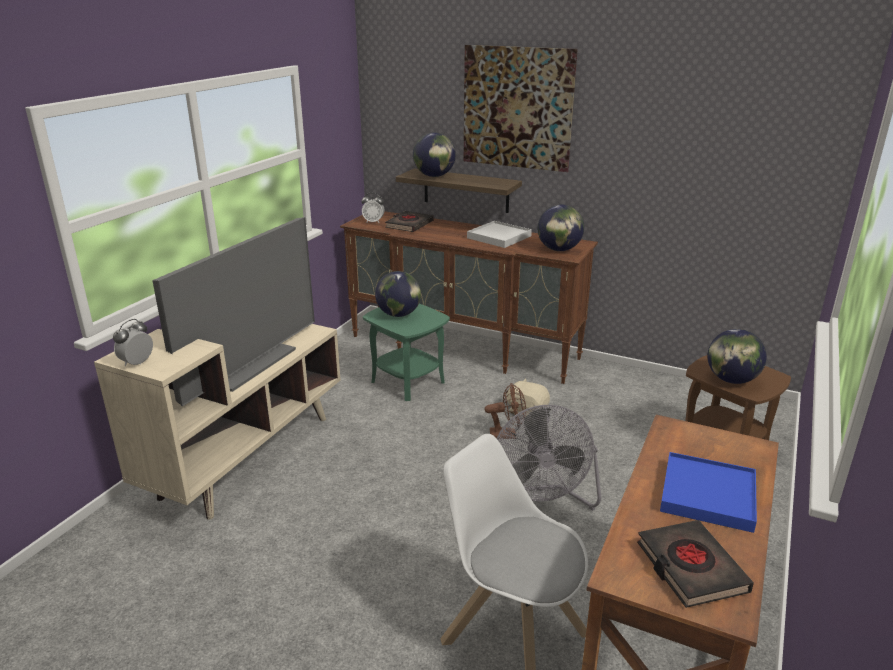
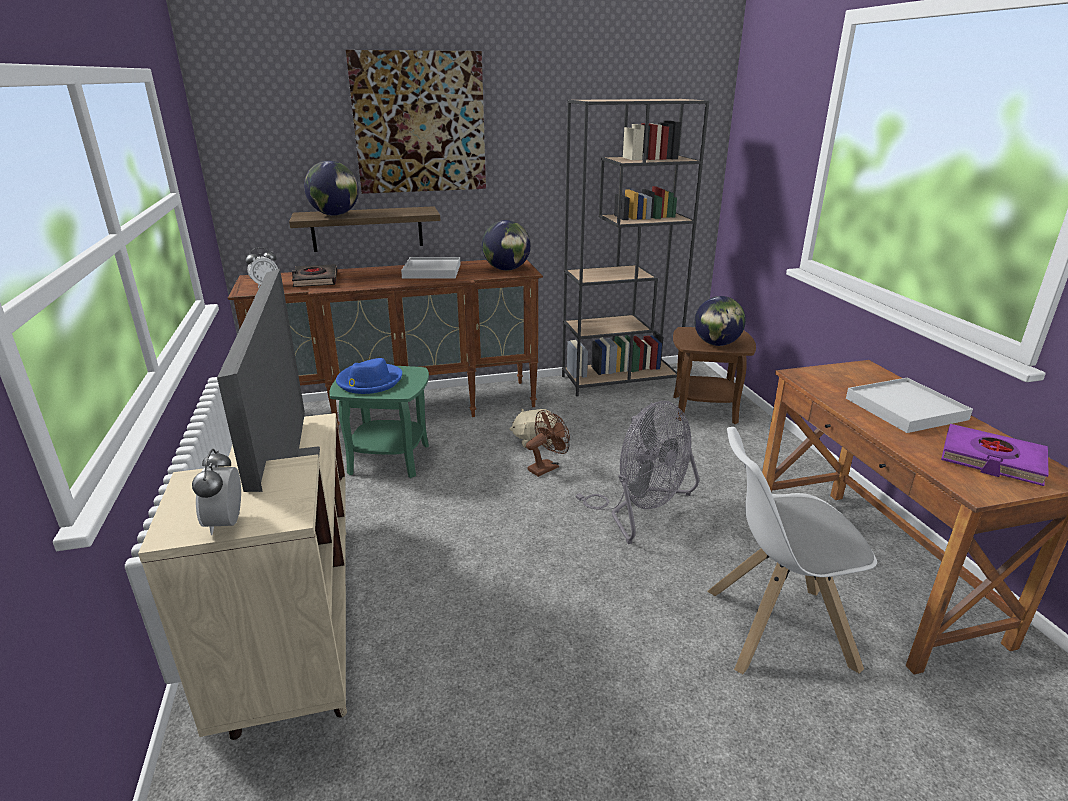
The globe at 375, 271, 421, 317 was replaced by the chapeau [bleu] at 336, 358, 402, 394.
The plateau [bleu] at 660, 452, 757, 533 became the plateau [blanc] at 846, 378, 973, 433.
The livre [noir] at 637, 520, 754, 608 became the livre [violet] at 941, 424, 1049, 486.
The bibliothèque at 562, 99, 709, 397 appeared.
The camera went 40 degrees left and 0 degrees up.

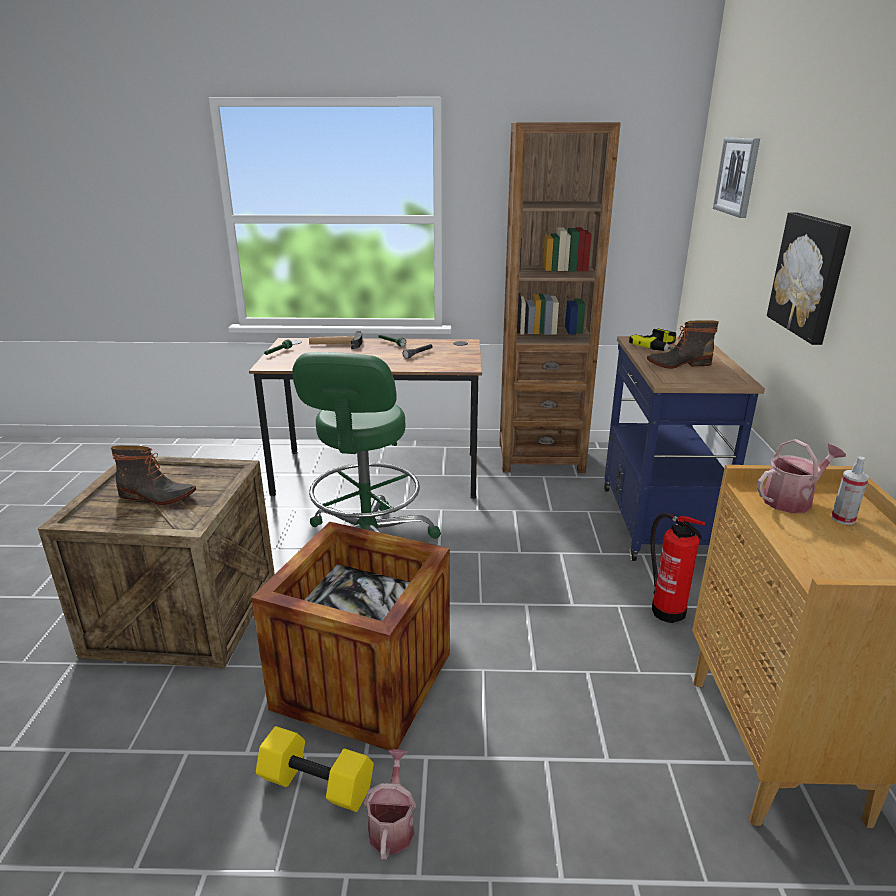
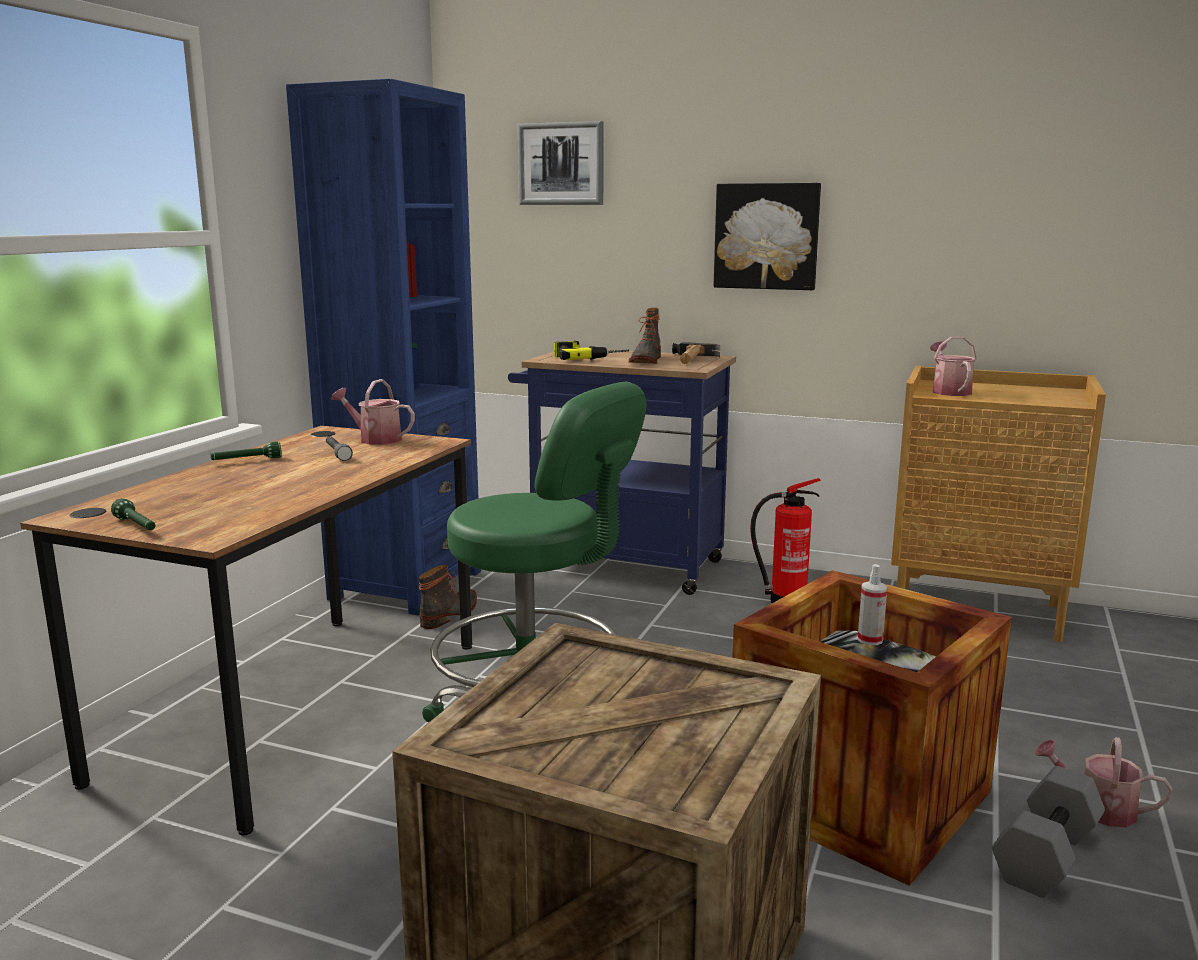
The bibliothèque [marron] at 500, 122, 621, 473 became the bibliothèque [bleu] at 286, 79, 481, 616.
The marteau moved from 309, 331, 363, 349 to 672, 342, 720, 364.
The botte moved from 111, 445, 196, 505 to 419, 565, 477, 629.
The vaporisateur moved from 831, 457, 869, 525 to 858, 564, 888, 645.
The haltère [jaune] at 256, 726, 374, 812 became the haltère [gris] at 992, 766, 1105, 898.
The arrosoir at 331, 379, 415, 445 appeared.
The camera went 70 degrees left and 10 degrees down.

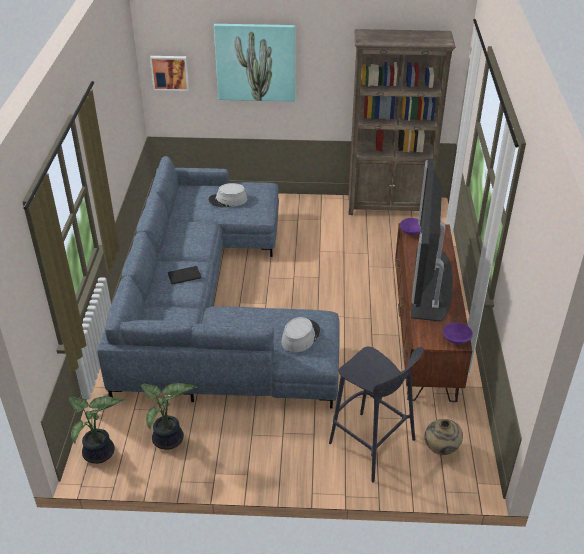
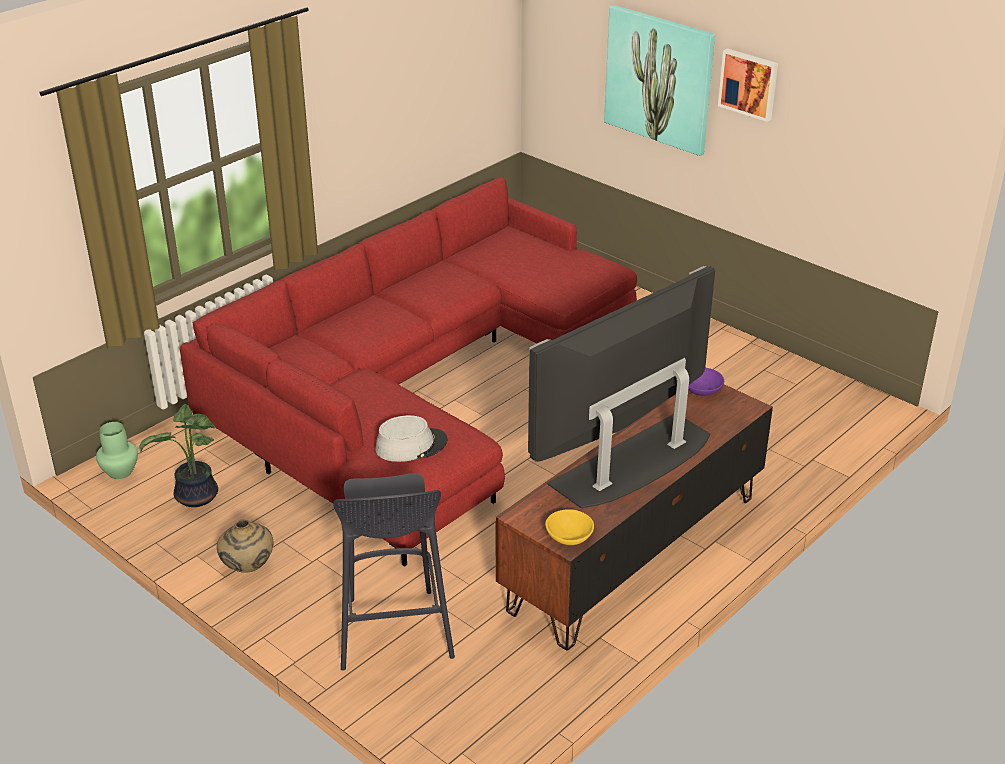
The bibliothèque [marron] at 348, 29, 456, 215 disappeared.
The tableau moved from 150, 56, 189, 91 to 718, 48, 778, 122.
The canapé [bleu] at 97, 156, 340, 408 became the canapé [rouge] at 180, 177, 637, 567.
The chapeau [gris] at 208, 183, 247, 207 disappeared.
The livre [noir] at 168, 266, 202, 284 disappeared.
The bol [violet] at 443, 322, 473, 344 became the bol [jaune] at 545, 509, 594, 545.
The plante en pot at 69, 396, 125, 464 was replaced by the vase [vert] at 96, 422, 138, 479.
The vase [beige] moved from 425, 419, 463, 455 to 217, 520, 273, 573.
The camera went 40 degrees right and 5 degrees down.

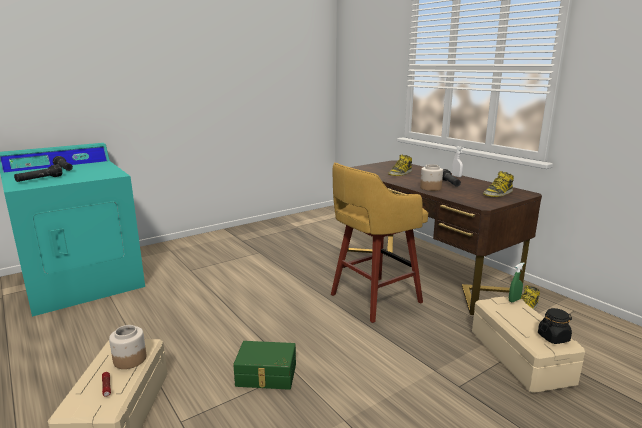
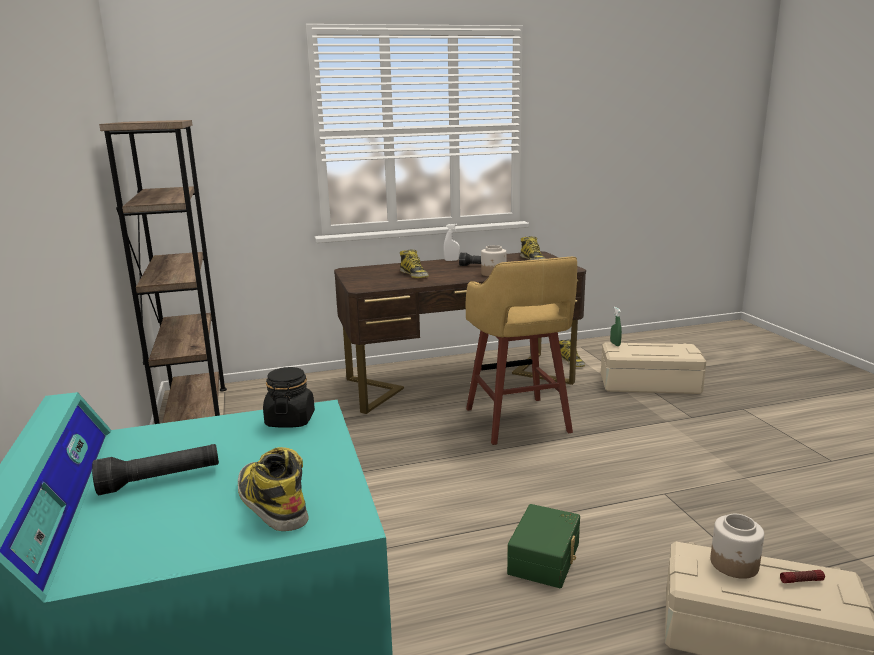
The lampe de poche [noir] at 14, 164, 62, 182 was replaced by the botte at 238, 447, 309, 531.
The bocal [noir] moved from 538, 308, 572, 344 to 263, 367, 315, 428.
The boîte de rangement [vert] moved from 233, 341, 296, 390 to 507, 504, 580, 588.
The bibliothèque [marron] at 99, 120, 227, 424 appeared.
The camera went 70 degrees left and 0 degrees up.

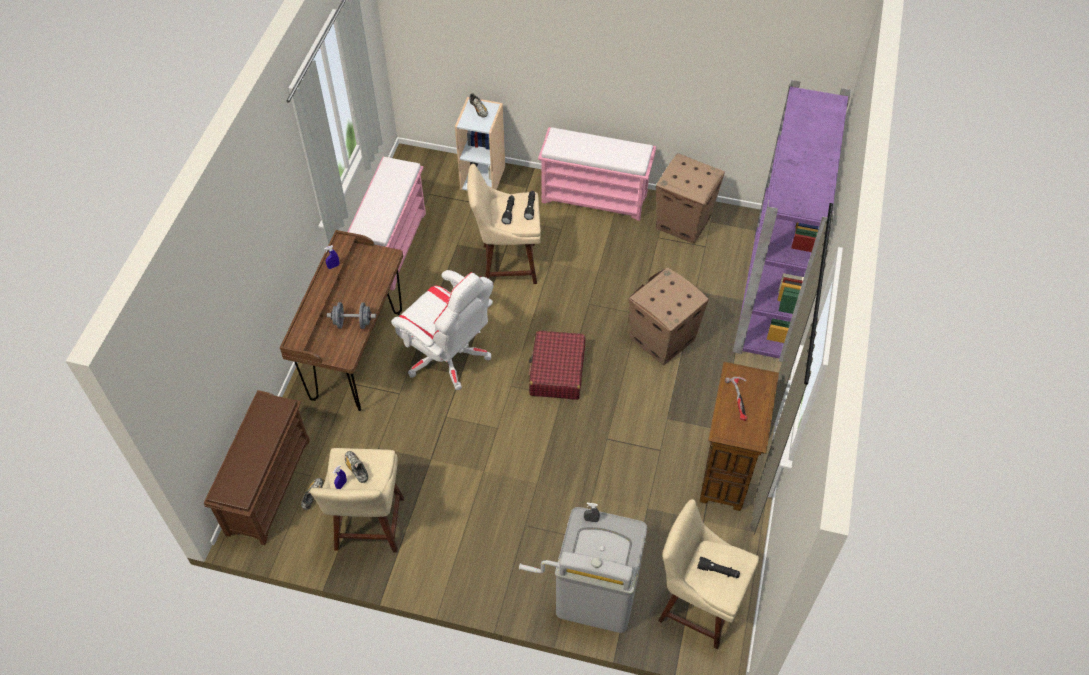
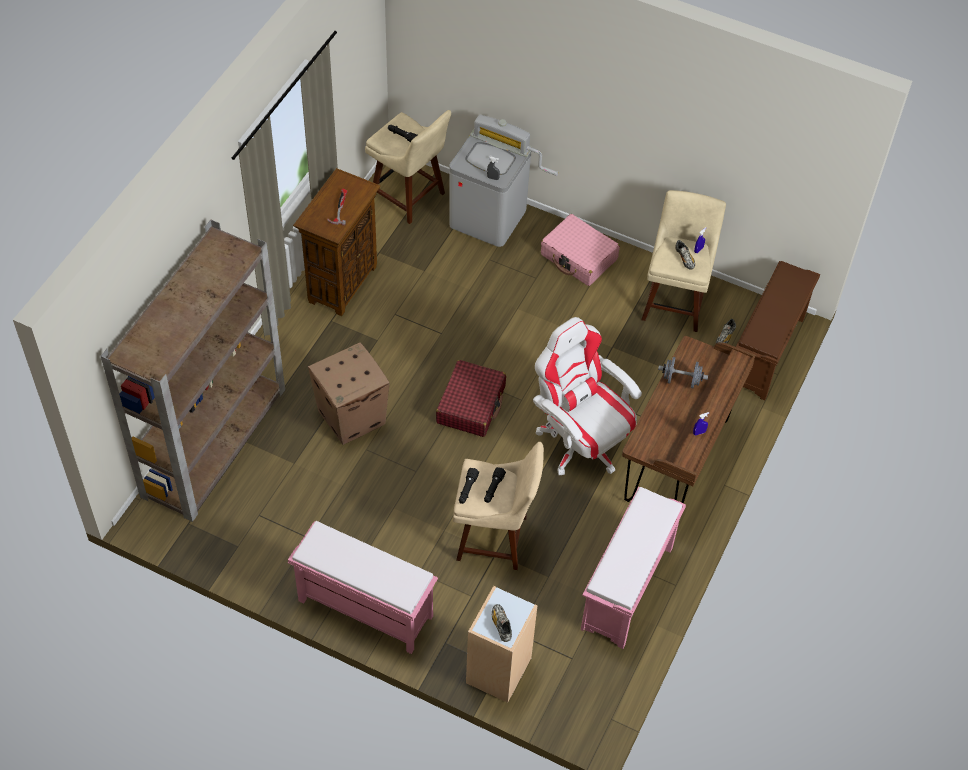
The bibliothèque [violet] at 733, 80, 851, 362 became the bibliothèque [marron] at 101, 219, 285, 522.
The carton at 656, 153, 725, 244 disappeared.
The valise [rose] at 541, 214, 620, 286 appeared.
The camera went 170 degrees left and 0 degrees up.

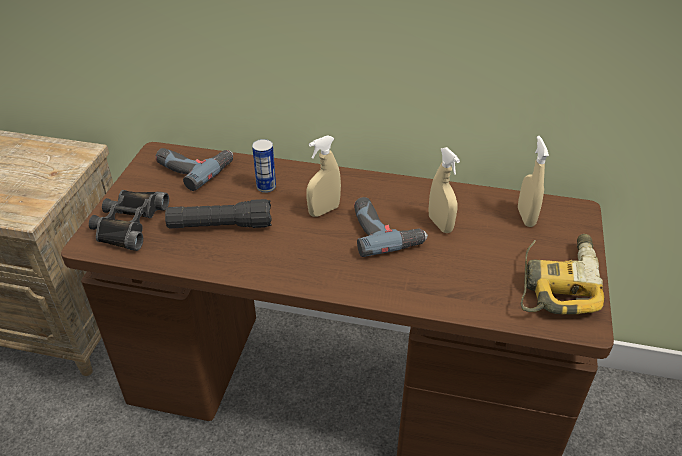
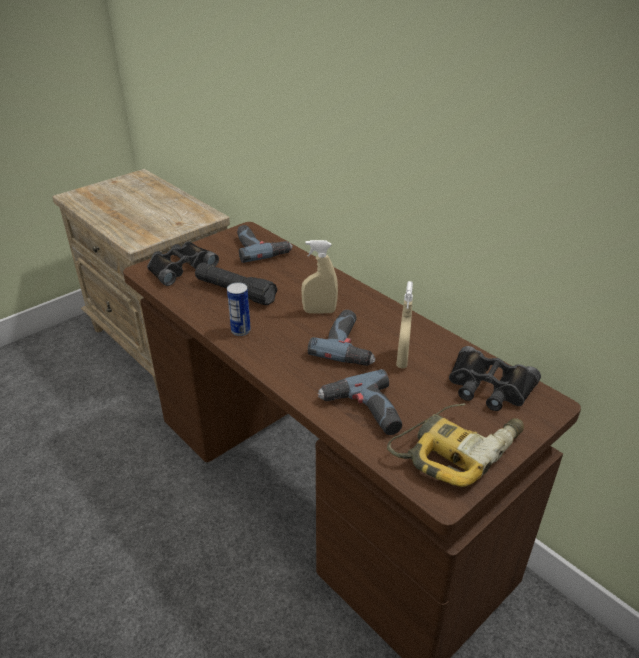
The vaporisateur [beige] at 518, 136, 549, 227 was replaced by the jumelles [noir] at 449, 346, 541, 411.
The boîte métallique moved from 252, 139, 276, 193 to 227, 282, 251, 336.
The perceuse at 317, 369, 402, 435 appeared.
The camera went 35 degrees right and 5 degrees down.

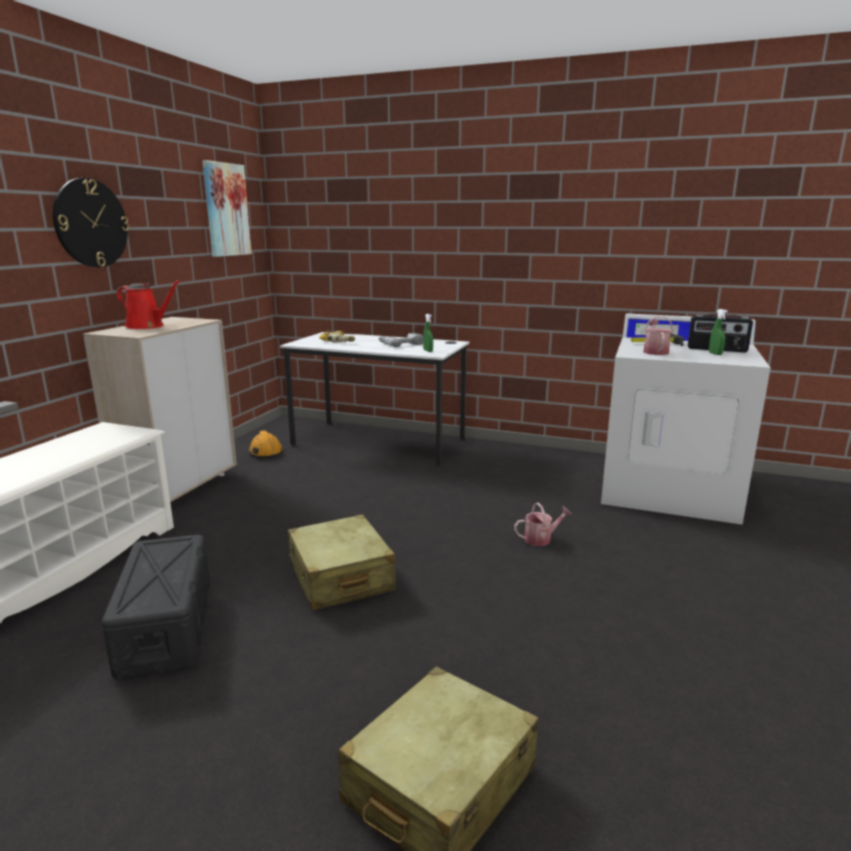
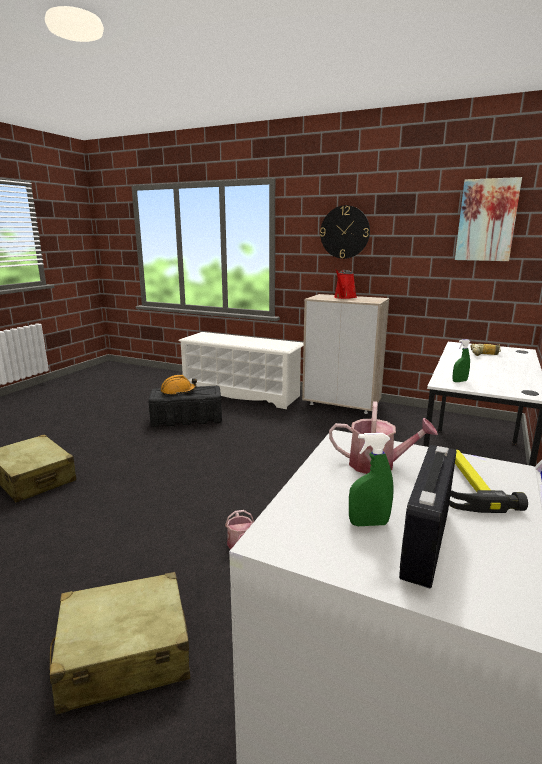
The perceuse at 378, 333, 423, 347 disappeared.
The casque de chantier [orange] moved from 248, 431, 283, 459 to 161, 375, 197, 395.
The valise [beige] moved from 288, 514, 396, 611 to 50, 572, 190, 715.
The camera went 95 degrees right and 0 degrees up.

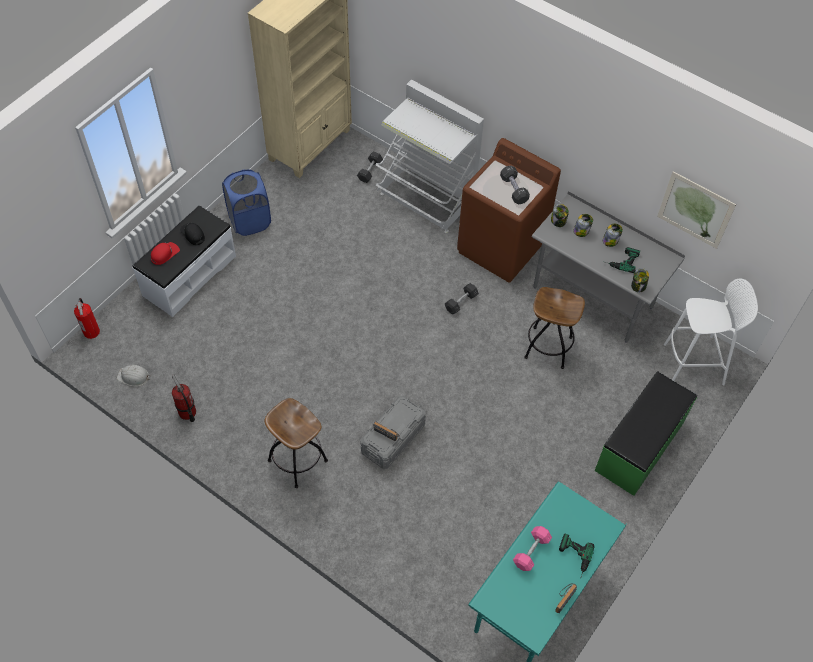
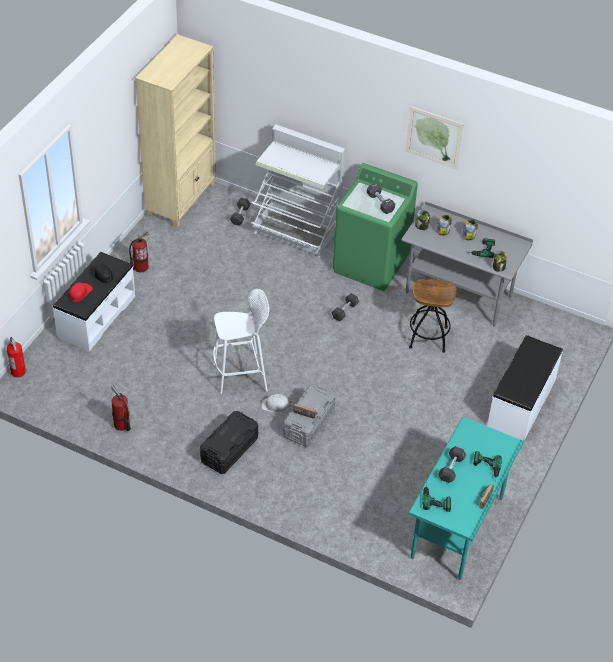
The lave-linge [marron] at 457, 138, 561, 283 became the lave-linge [vert] at 333, 163, 418, 291.
The panier à linge [bleu] at 222, 170, 271, 236 was replaced by the extincteur at 129, 230, 149, 273.
The tableau moved from 657, 171, 736, 249 to 406, 106, 464, 169.
The tabouret [blanc] moved from 664, 278, 758, 386 to 213, 289, 269, 394.
The casque de chantier [blanc] moved from 117, 365, 150, 387 to 261, 394, 292, 413.
The banc [vert] at 595, 371, 697, 496 became the banc [blanc] at 487, 335, 563, 441.
The tabouret [marron] at 265, 398, 328, 488 was replaced by the boîte de rangement [noir] at 200, 411, 258, 474.
The haltère [rose] at 513, 526, 552, 571 became the haltère [gris] at 438, 446, 466, 483.
The perceuse at 422, 482, 451, 512 appeared.
The camera went 10 degrees left and 10 degrees down.

